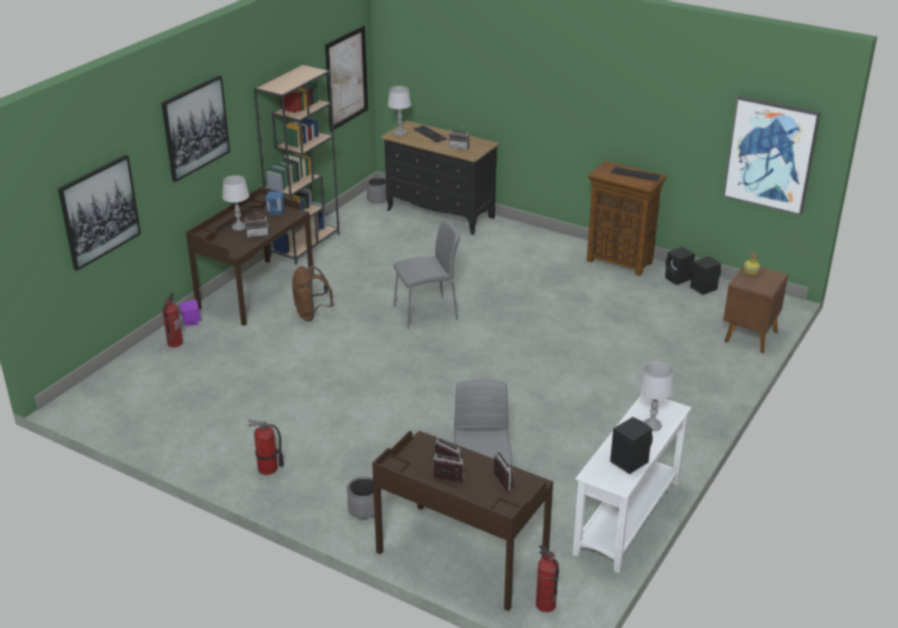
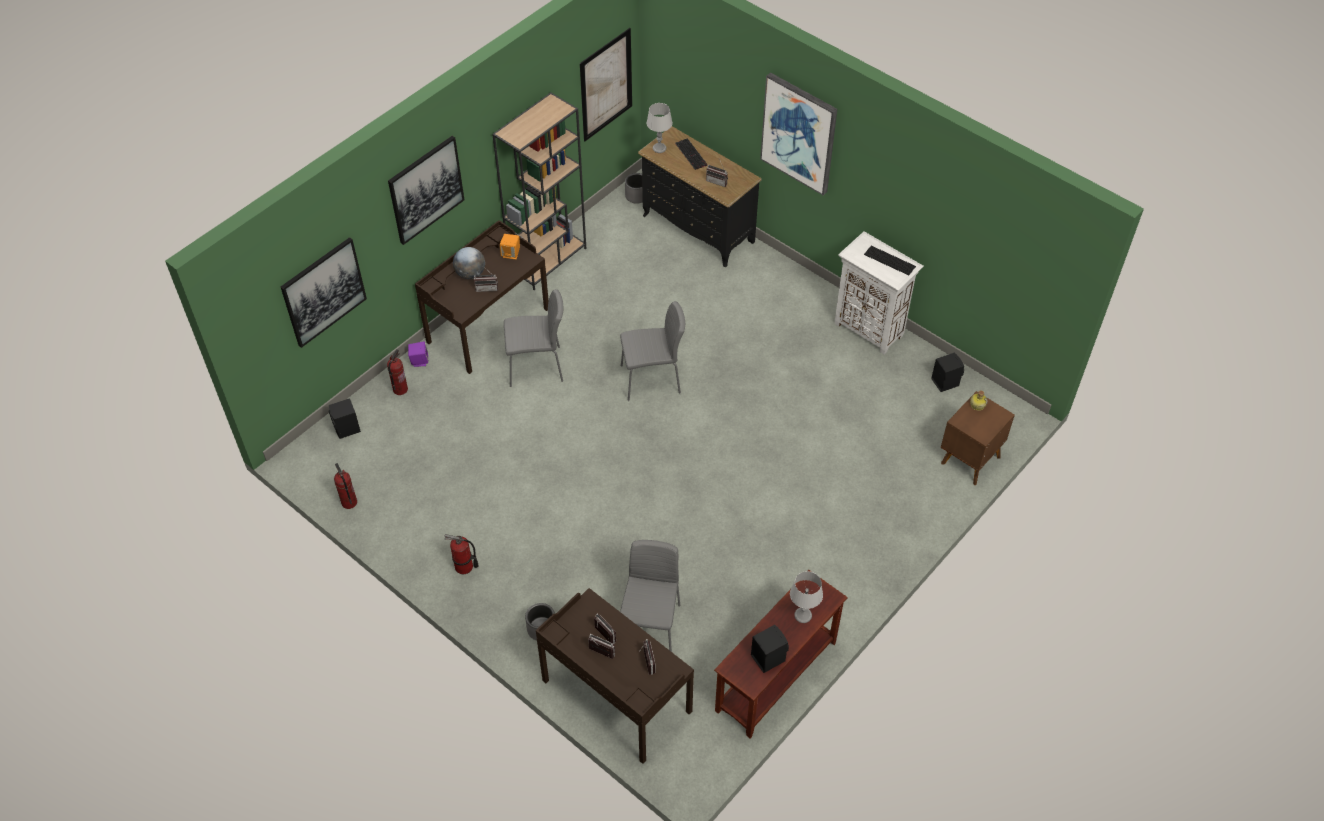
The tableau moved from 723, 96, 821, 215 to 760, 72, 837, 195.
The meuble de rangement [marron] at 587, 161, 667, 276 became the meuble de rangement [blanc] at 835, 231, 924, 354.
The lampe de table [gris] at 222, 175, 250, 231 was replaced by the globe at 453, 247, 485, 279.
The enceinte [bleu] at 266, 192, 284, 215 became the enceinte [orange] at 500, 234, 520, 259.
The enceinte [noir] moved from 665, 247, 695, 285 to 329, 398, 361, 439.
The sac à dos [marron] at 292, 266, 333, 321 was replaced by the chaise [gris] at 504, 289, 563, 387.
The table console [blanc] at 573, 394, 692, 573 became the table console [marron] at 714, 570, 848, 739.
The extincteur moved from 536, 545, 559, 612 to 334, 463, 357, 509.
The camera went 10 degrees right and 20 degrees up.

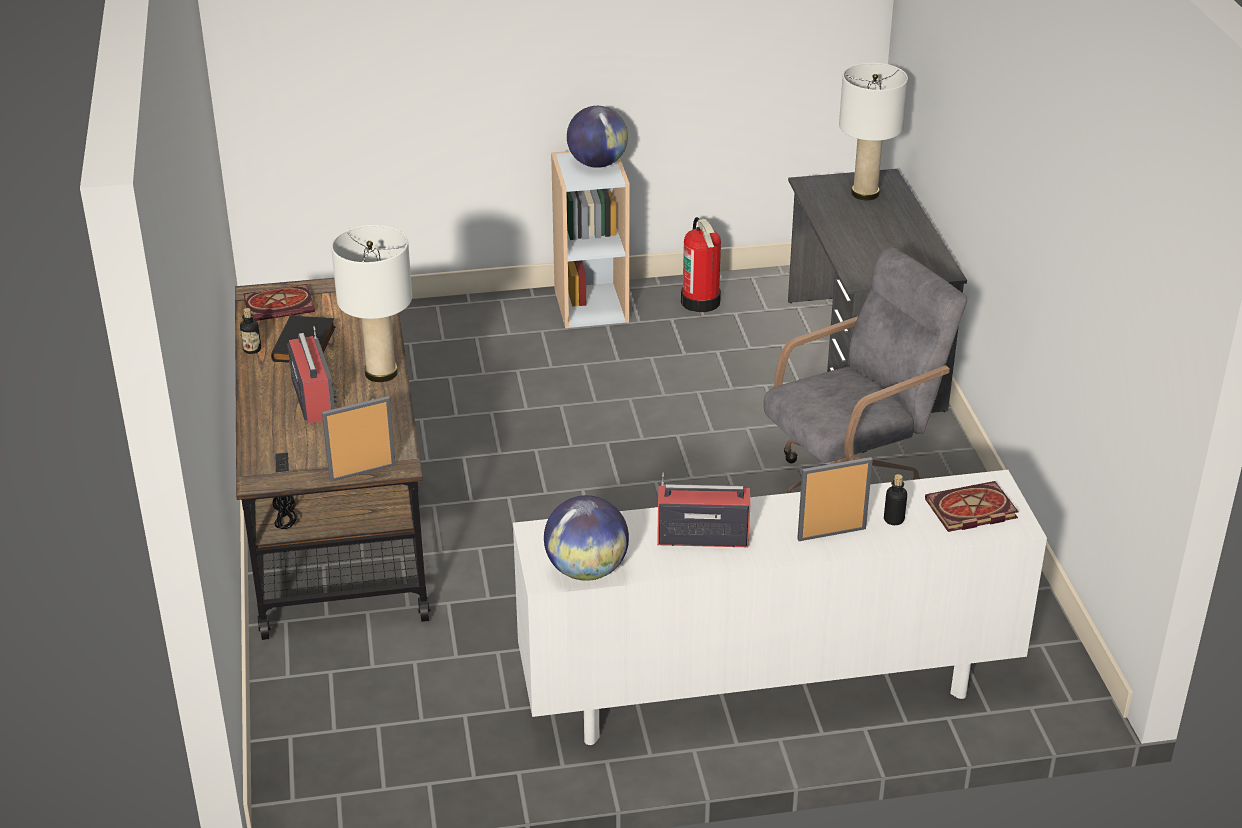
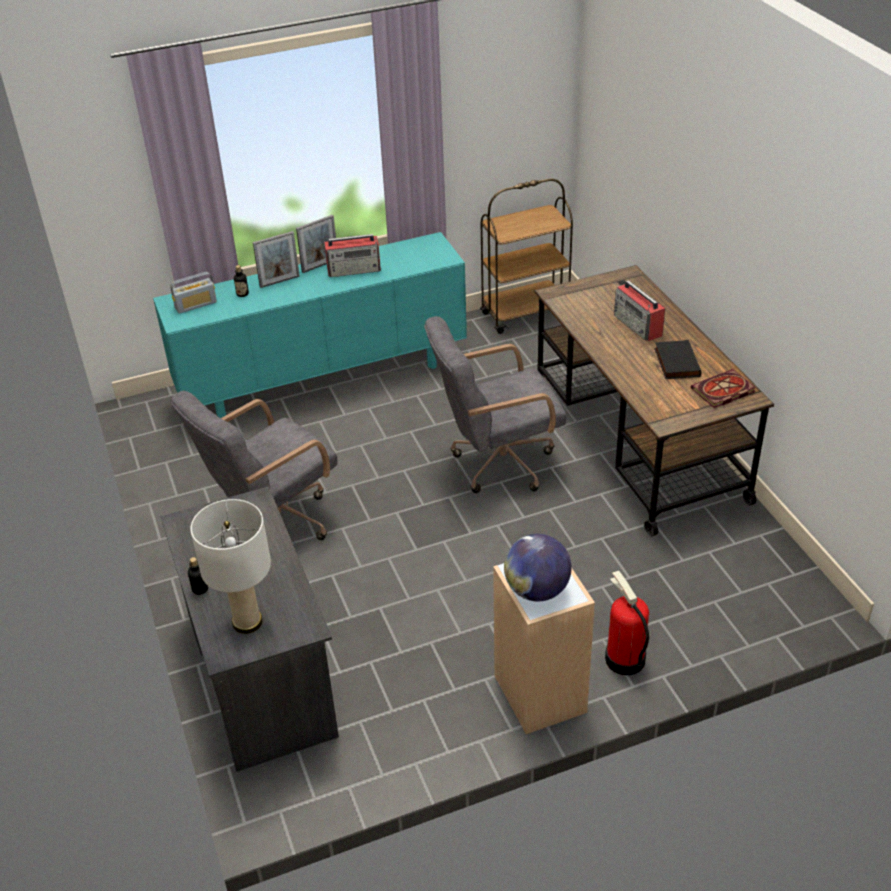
The extincteur moved from 681, 217, 721, 312 to 605, 571, 649, 675.
The lampe de table [blanc] at 331, 225, 412, 382 disappeared.
The bouteille moved from 240, 308, 261, 354 to 188, 557, 208, 595.
The cadre photo moved from 322, 396, 396, 482 to 296, 215, 336, 273.
The meuble de rangement [blanc] at 513, 470, 1047, 745 became the meuble de rangement [turquoise] at 153, 232, 467, 418.
The livre at 925, 481, 1019, 532 was replaced by the radio at 170, 272, 217, 314.
The globe at 544, 495, 629, 581 disappeared.
The chariot [marron] at 480, 179, 573, 334 appeared.
The chaise de bureau [gris] at 424, 316, 567, 493 appeared.
The camera went 170 degrees right and 5 degrees up.

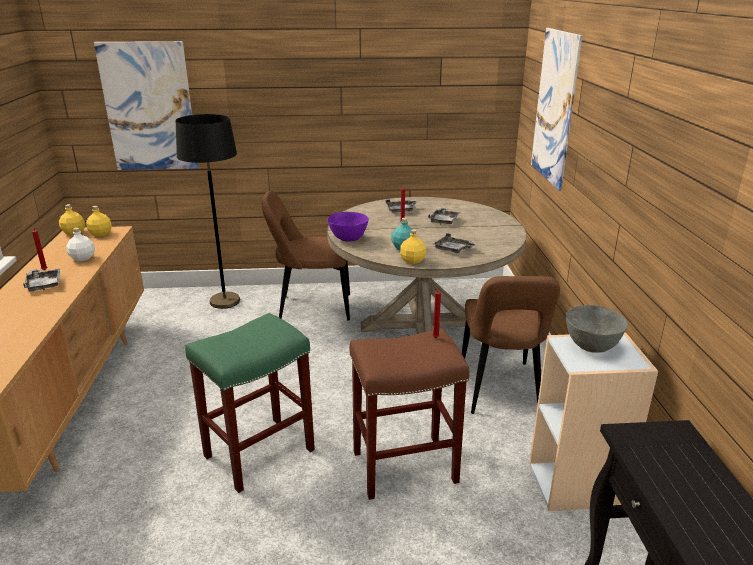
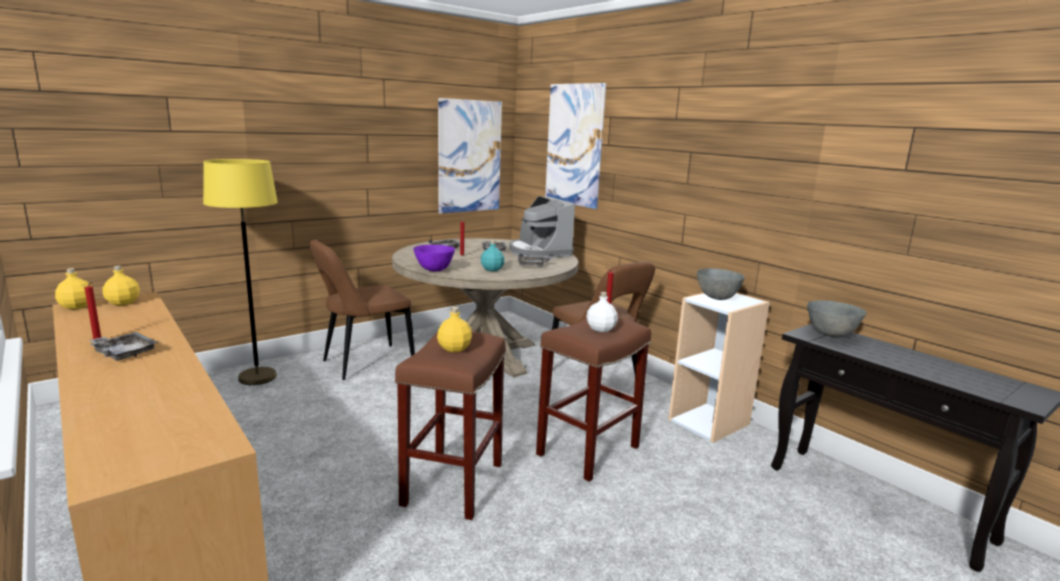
The tableau moved from 94, 41, 199, 170 to 438, 98, 502, 214.
The lampadaire [noir] at 175, 114, 240, 309 became the lampadaire [jaune] at 203, 159, 278, 385.
The bouteille [blanc] moved from 66, 228, 95, 261 to 586, 292, 618, 332.
The bouteille [jaune] moved from 400, 229, 426, 264 to 437, 307, 472, 352.
The tabouret [vert] at 185, 313, 315, 493 became the tabouret [marron] at 395, 331, 506, 520.
The machine à café at 509, 196, 575, 258 appeared.
The bol [gris] at 807, 300, 867, 337 appeared.
The camera went 35 degrees left and 10 degrees down.

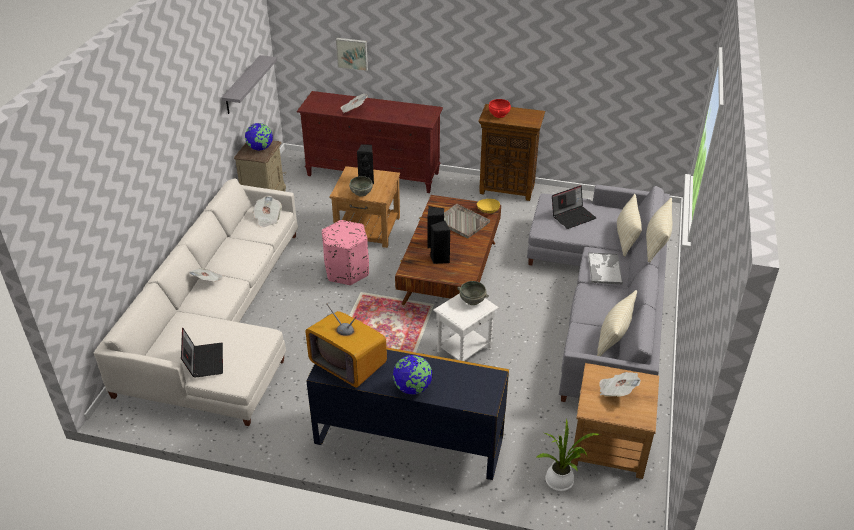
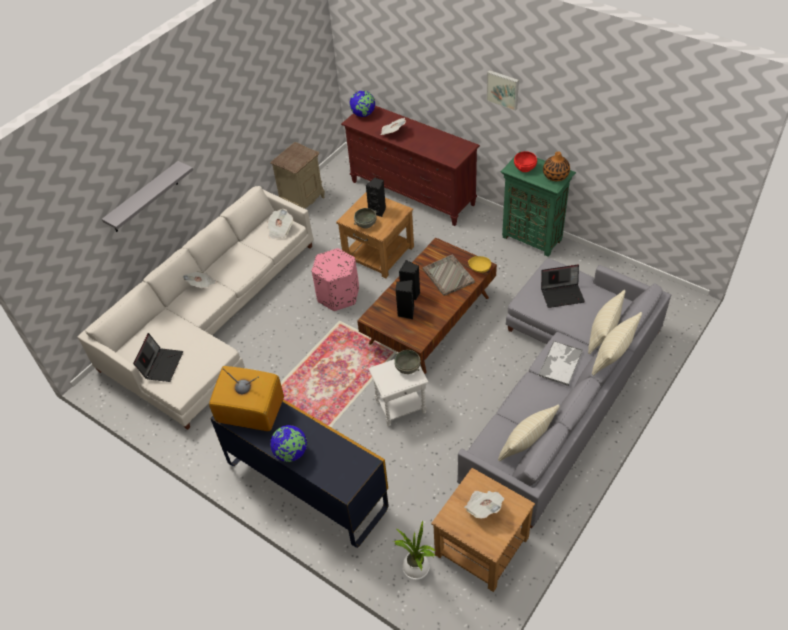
The tableau moved from 336, 38, 368, 71 to 486, 70, 519, 111.
The étagère [gris] moved from 221, 55, 277, 114 to 102, 161, 193, 232.
The meuble de rangement [marron] at 478, 104, 545, 201 became the meuble de rangement [vert] at 501, 151, 576, 257.
The globe moved from 245, 123, 273, 151 to 350, 91, 375, 117.
The téléviseur at 305, 303, 387, 388 turned 135 degrees clockwise.
The vase at 543, 152, 570, 181 appeared.
The camera went 25 degrees right and 10 degrees up.

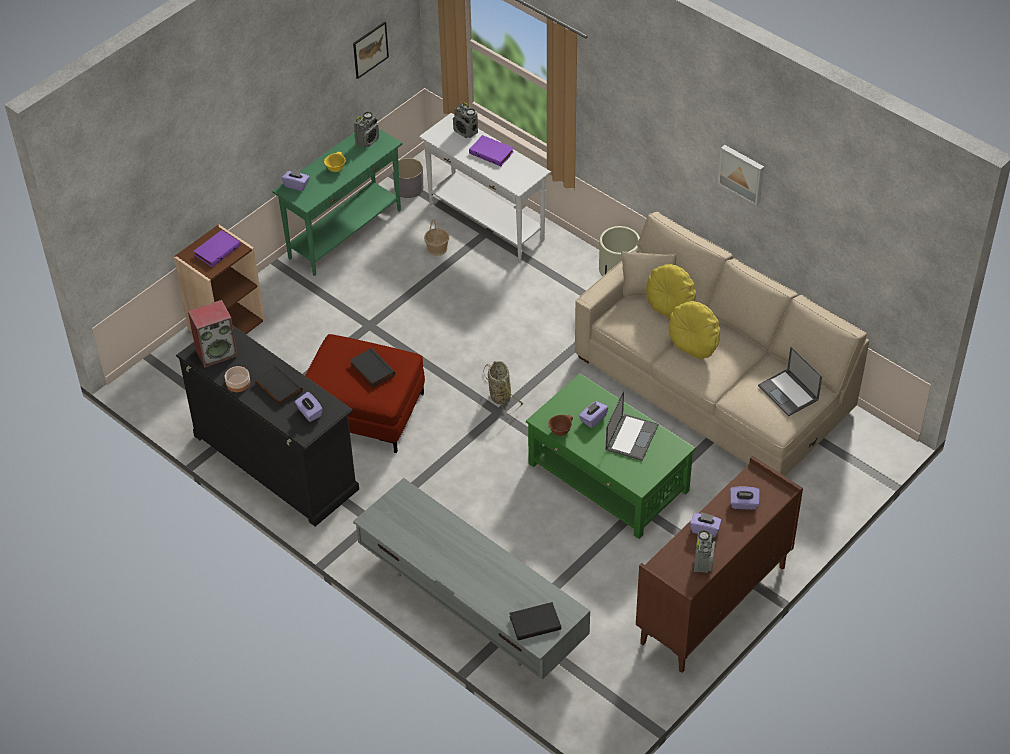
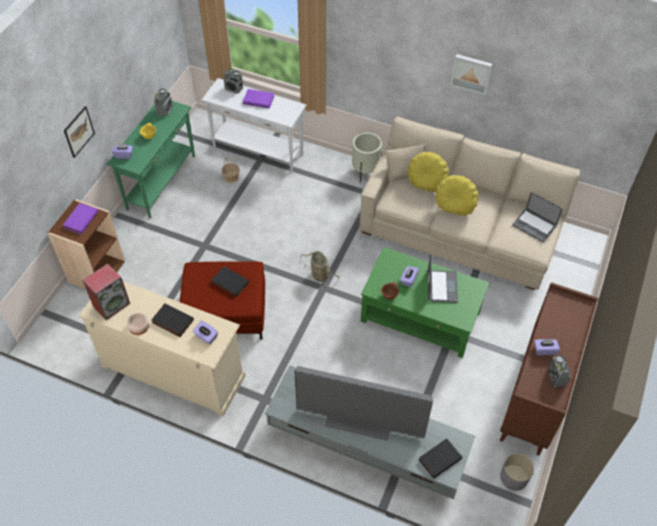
The tableau moved from 353, 22, 389, 79 to 64, 106, 95, 158.
The cache-pot [gris] moved from 392, 158, 423, 198 to 500, 453, 534, 491.
The meuble de rangement [noir] at 176, 326, 359, 527 became the meuble de rangement [beige] at 79, 281, 245, 416.
The boîte à mouchoirs [violet] at 730, 487, 759, 510 disappeared.
The téléviseur at 294, 366, 433, 441 appeared.
The camera went 20 degrees left and 5 degrees up.

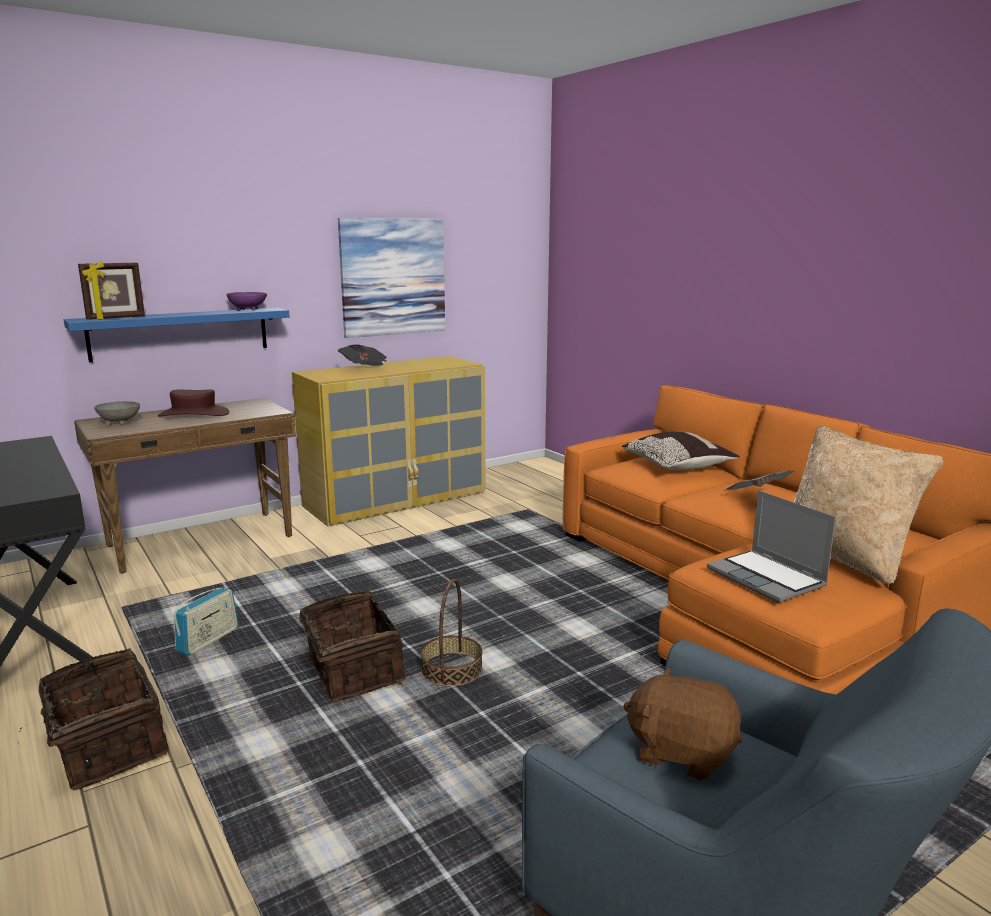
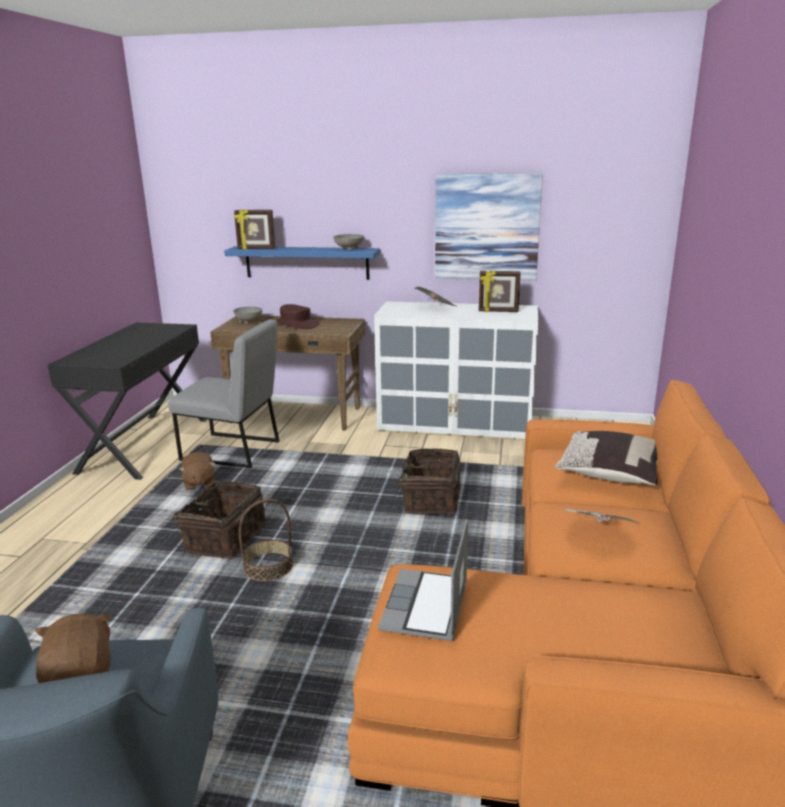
The bol [violet] at 226, 292, 267, 311 became the bol [gris] at 334, 234, 364, 250.
The meuble de rangement [jaune] at 292, 356, 485, 527 became the meuble de rangement [blanc] at 374, 301, 538, 440.
The coussin [beige] at 794, 425, 944, 584 disappeared.
The radio at 174, 587, 239, 656 was replaced by the peluche [marron] at 179, 452, 216, 490.
The panier moved from 18, 648, 169, 790 to 389, 448, 461, 514.
The cadre photo at 479, 271, 521, 312 appeared.
The chaise [gris] at 168, 319, 280, 468 appeared.
The camera went 45 degrees right and 5 degrees up.

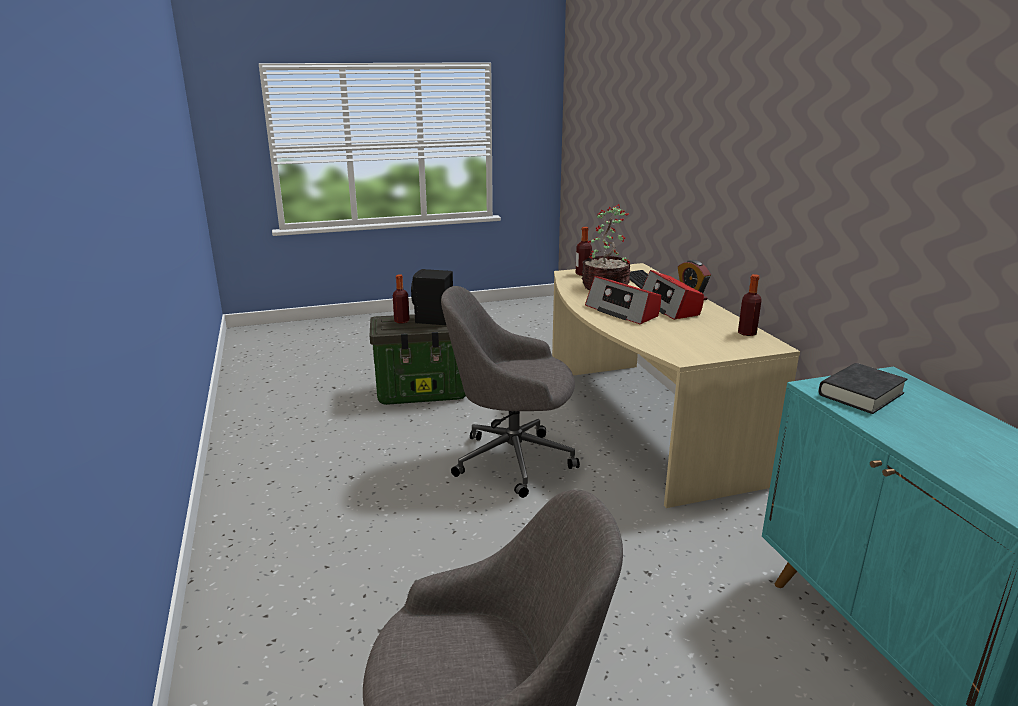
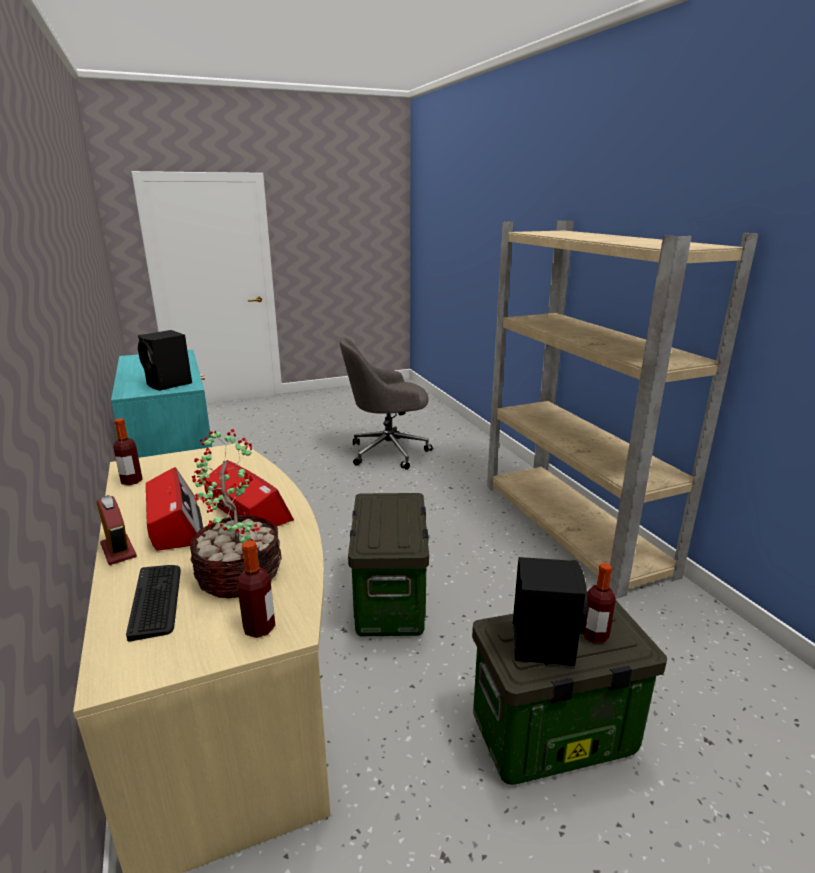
The chaise de bureau [gris] at 441, 286, 580, 498 was replaced by the boîte de rangement at 348, 493, 429, 636.
The livre [noir] at 819, 363, 907, 414 was replaced by the enceinte [noir] at 138, 330, 192, 391.
The bibliothèque [beige] at 487, 220, 759, 598 appeared.
The camera went 175 degrees right and 0 degrees up.

